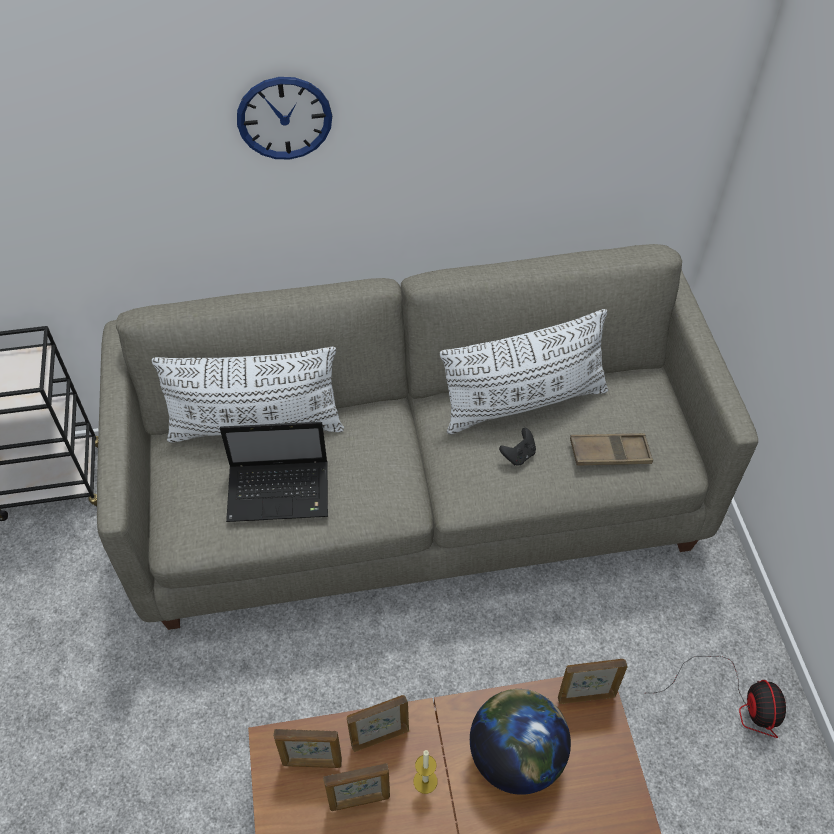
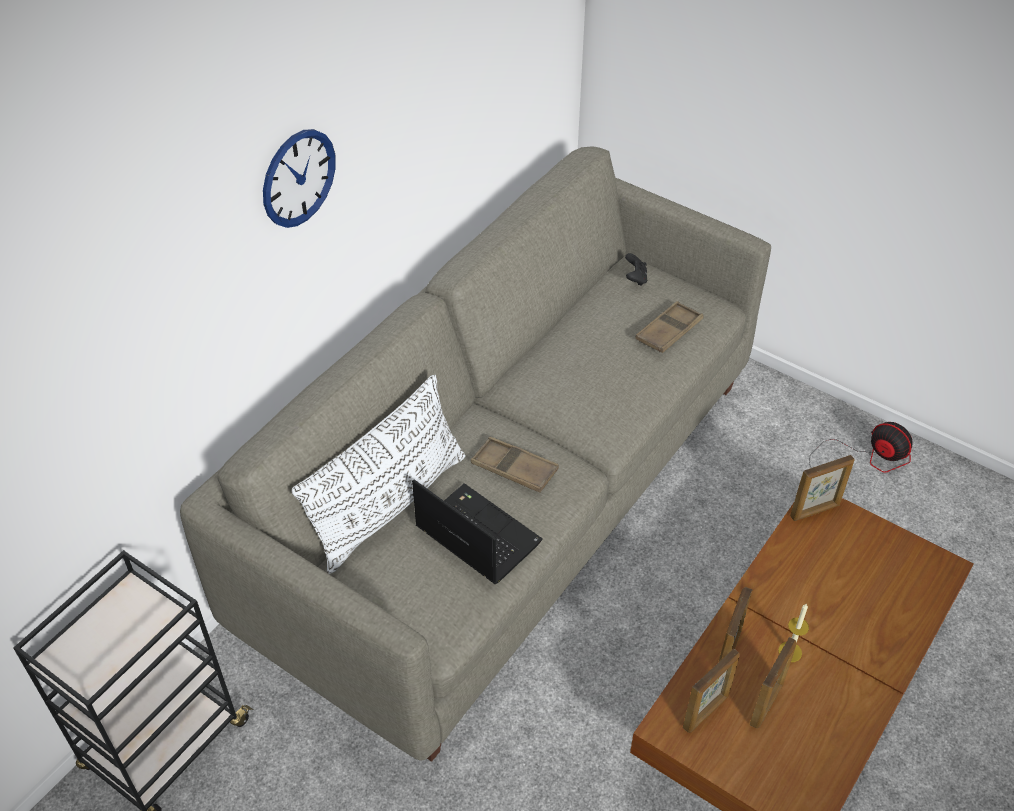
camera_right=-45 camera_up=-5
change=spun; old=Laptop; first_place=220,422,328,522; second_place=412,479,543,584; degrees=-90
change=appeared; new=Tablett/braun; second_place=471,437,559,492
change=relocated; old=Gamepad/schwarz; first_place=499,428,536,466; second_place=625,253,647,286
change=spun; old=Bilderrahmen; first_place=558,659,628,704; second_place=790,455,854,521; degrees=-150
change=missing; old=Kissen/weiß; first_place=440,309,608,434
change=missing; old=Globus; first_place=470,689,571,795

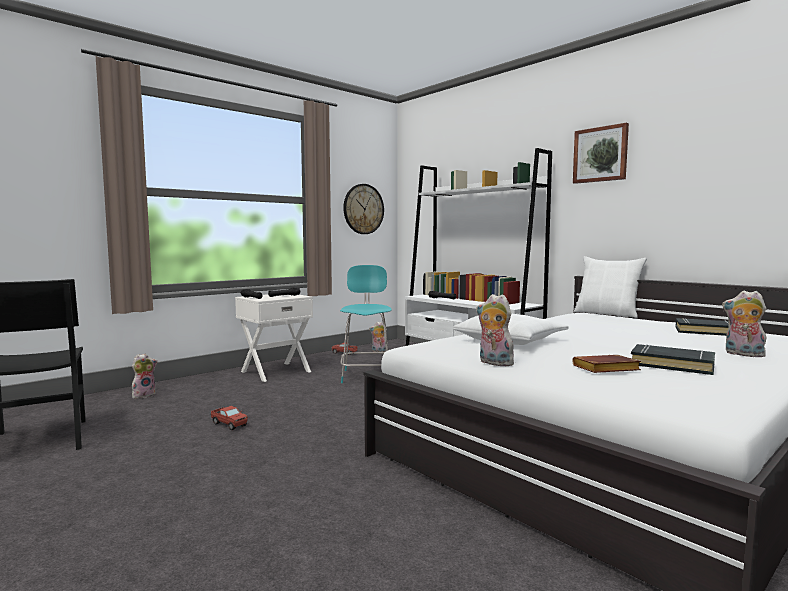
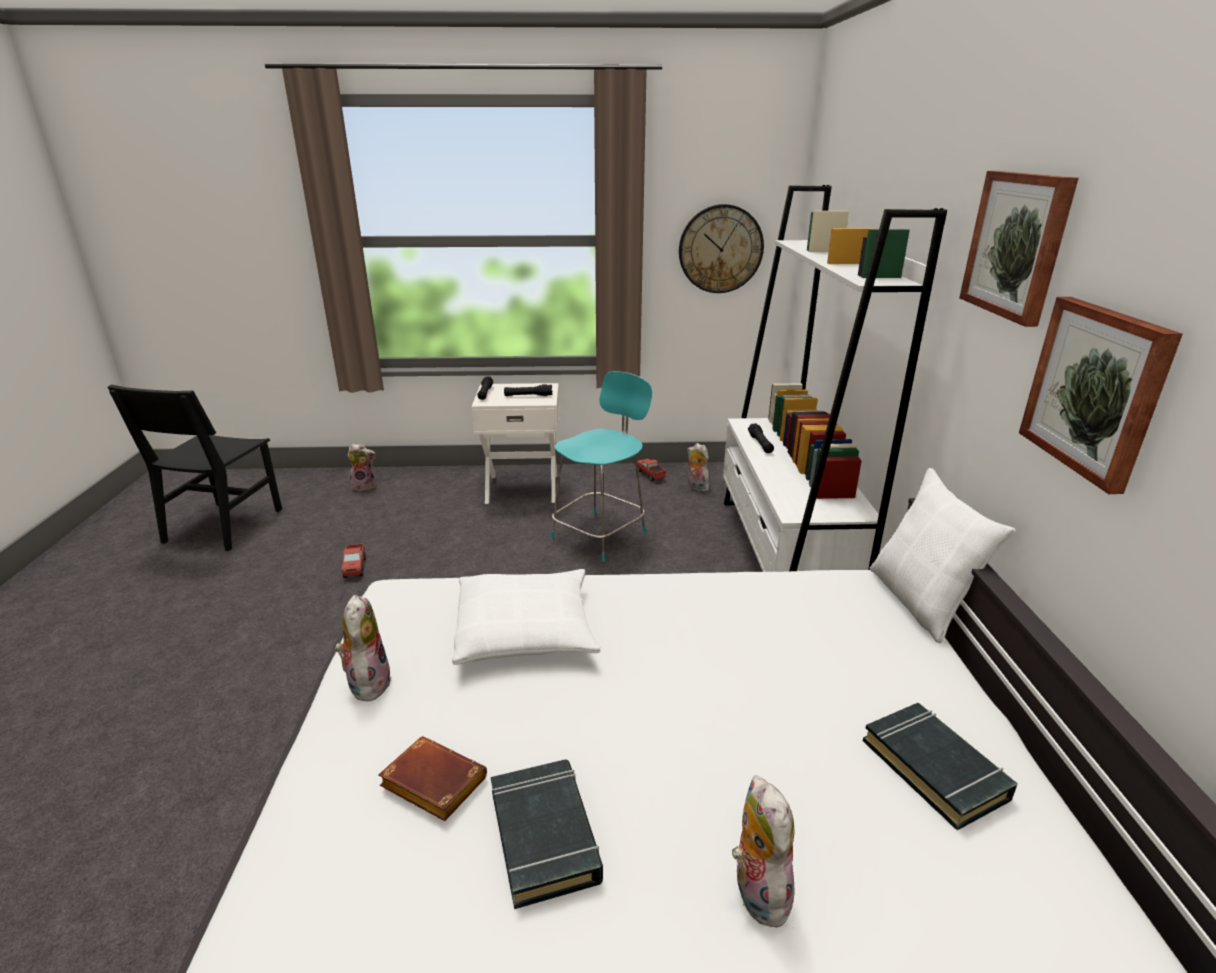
camera_right=40 camera_up=20
change=appeared; new=Bild; second_place=1019,297,1183,494

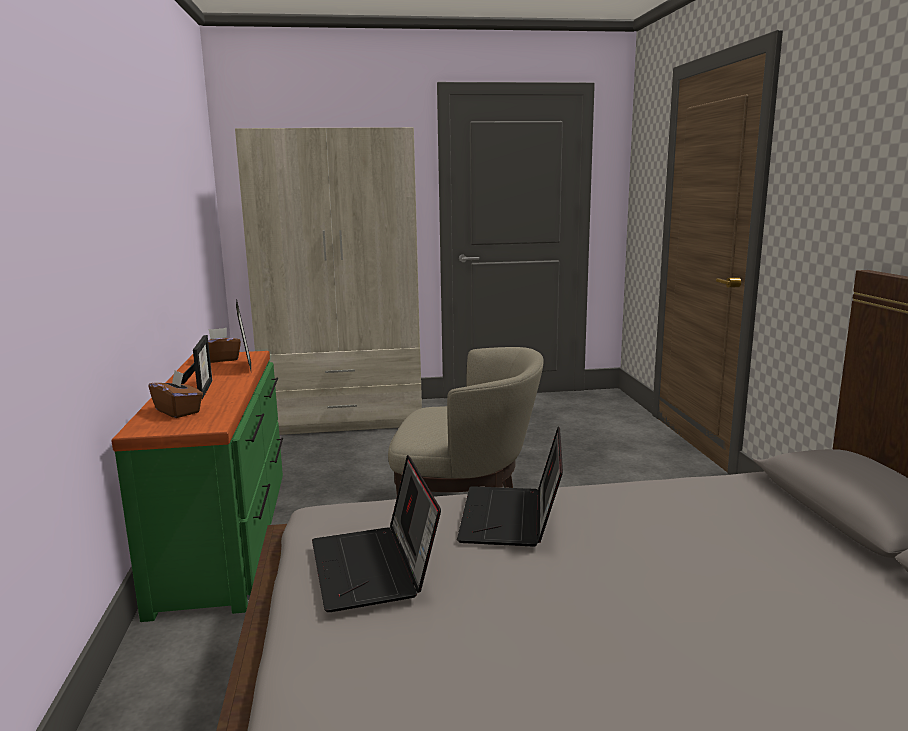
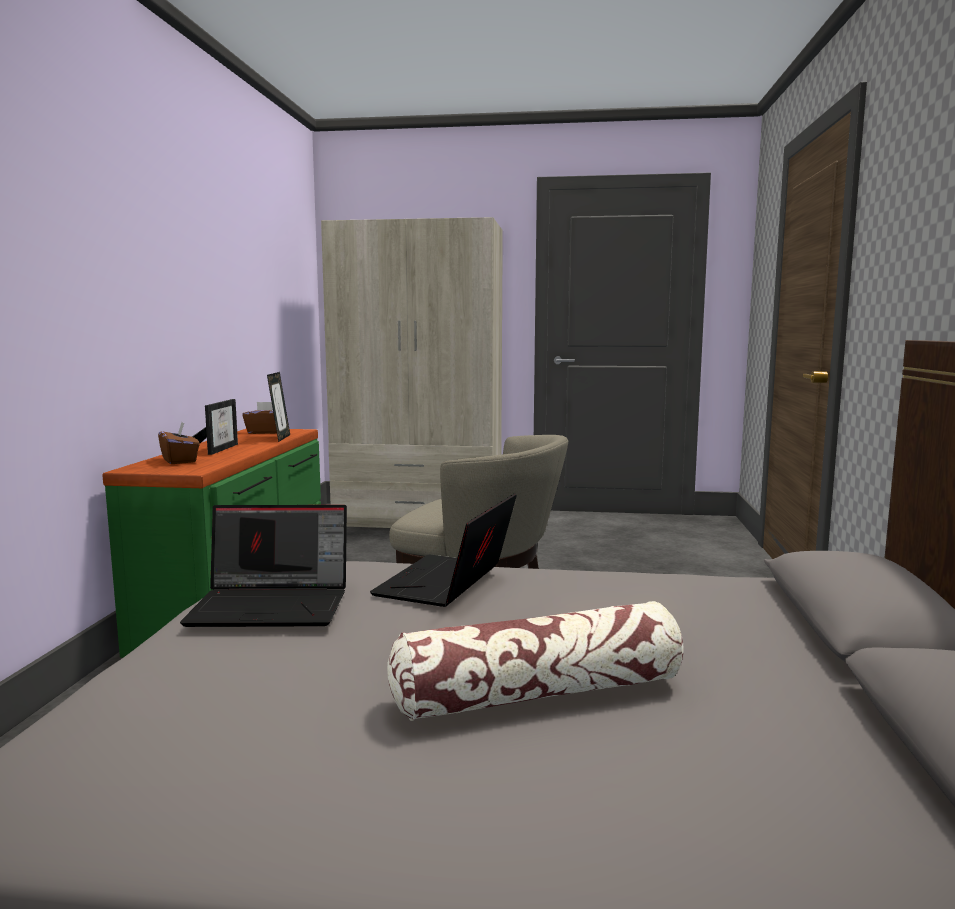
camera_right=15 camera_up=-5
change=spun; old=Laptop; first_place=312,455,441,612; second_place=180,505,347,627; degrees=-90
change=appeared; new=Kissen; second_place=387,601,684,721

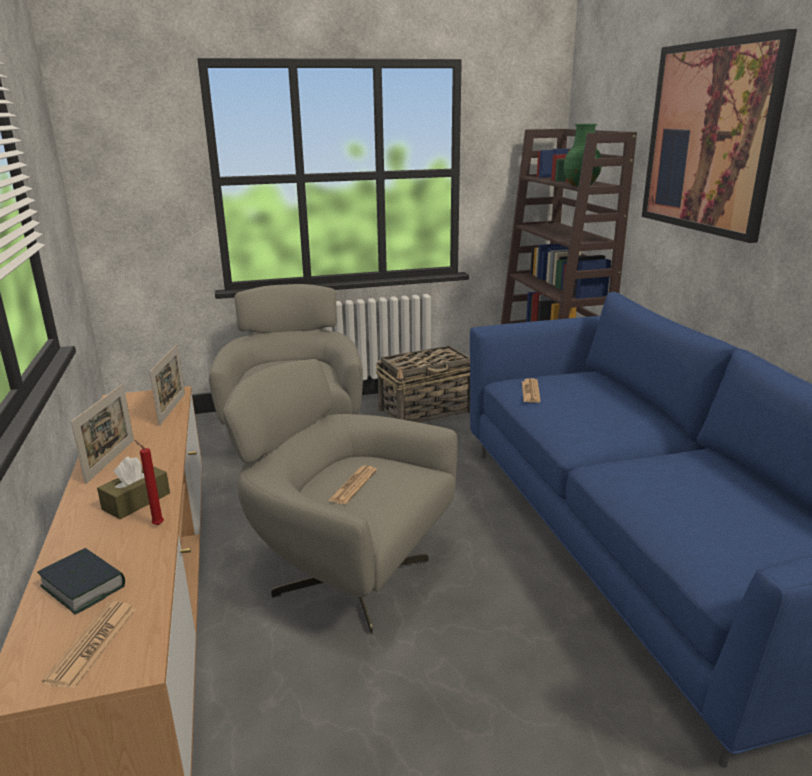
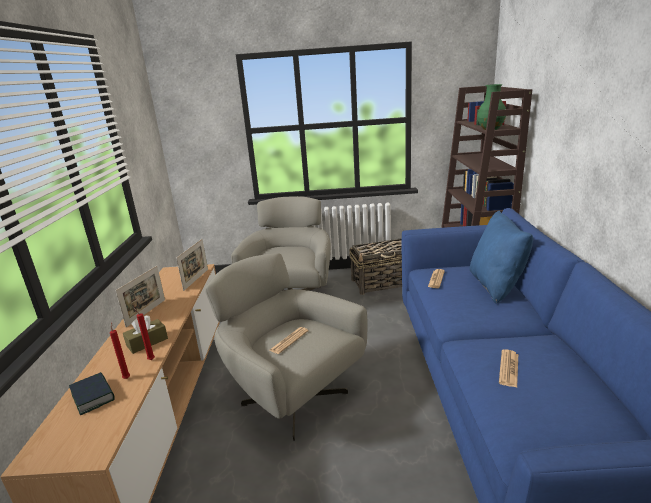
camera_right=15 camera_up=0
change=appeared; new=Kerze/rot; second_place=110,323,130,379
change=appeared; new=Kissen/blau; second_place=470,211,533,304
change=relocated; old=Zeitung; first_place=42,602,136,689; second_place=499,349,518,387
change=missing; old=Bild; first_place=642,29,797,243

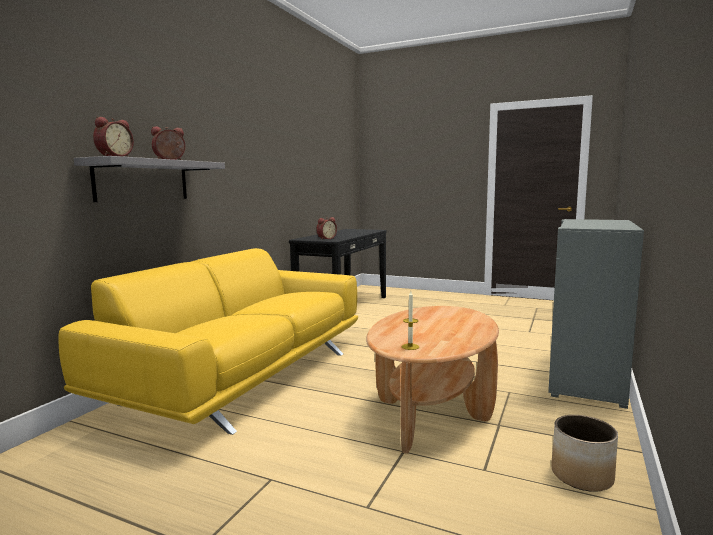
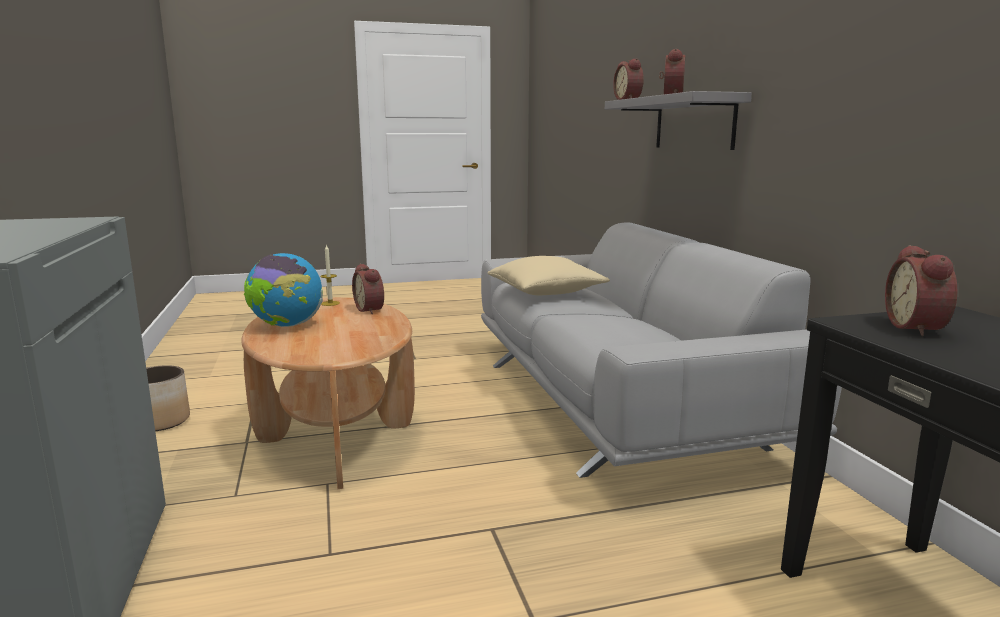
camera_right=140 camera_up=5
change=appeared; new=Globus; second_place=244,253,323,327
change=appeared; new=Wecker; second_place=352,263,384,314
change=colour; old=Sofa/gelb; new=Sofa/grau; first_place=59,248,358,435; second_place=481,222,842,478
change=appeared; new=Kissen/beige; second_place=488,256,610,295

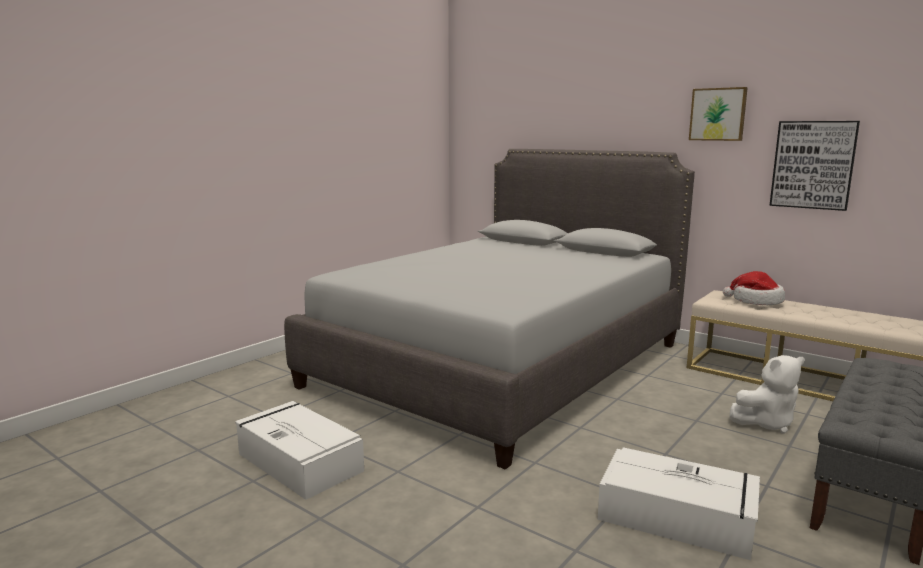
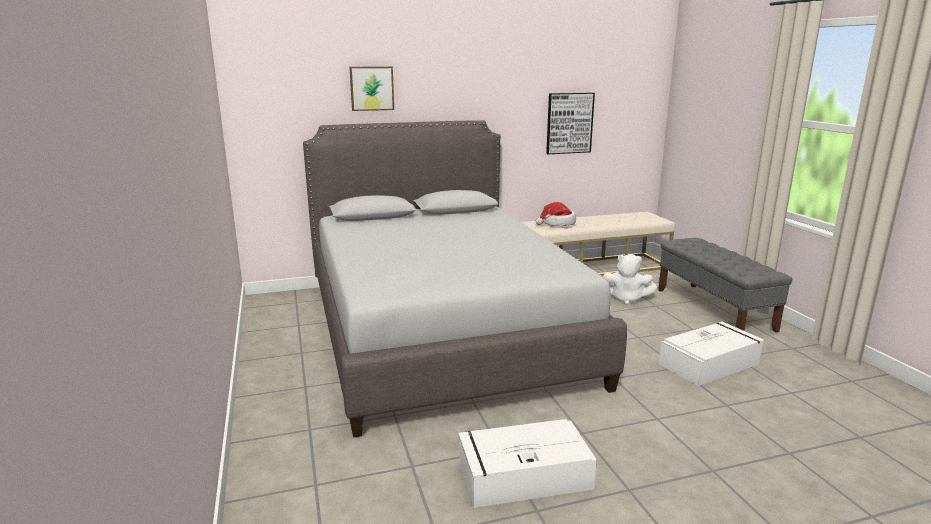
camera_right=-55 camera_up=5
change=relocated; old=Bild; first_place=689,87,748,141; second_place=349,66,394,111
change=spun; old=Plüschtier/weiß; first_place=729,355,804,434; second_place=603,254,657,305; degrees=90

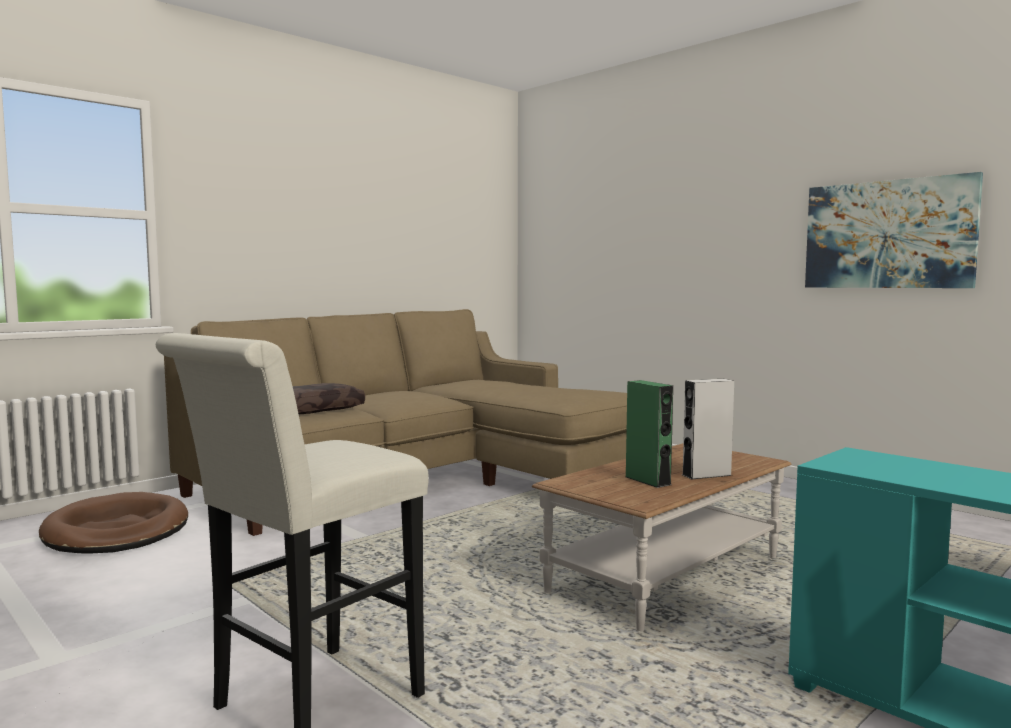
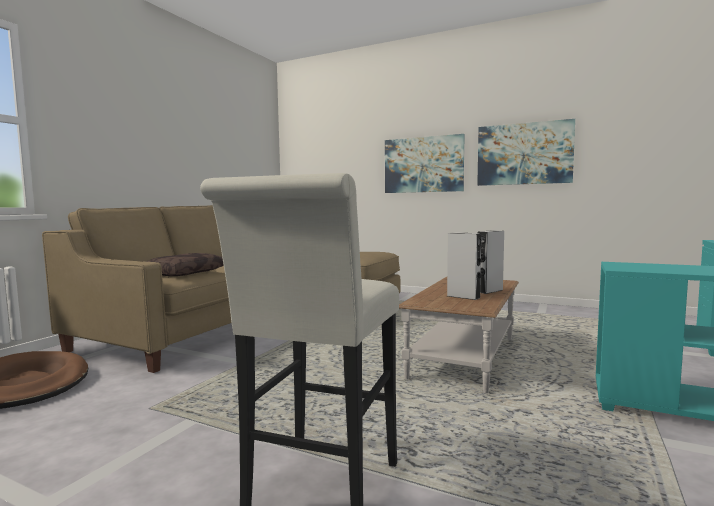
camera_right=-20 camera_up=0
change=appeared; new=Bild; second_place=385,134,465,193
change=colour; old=Lautsprecher/grün; new=Lautsprecher/grau; first_place=626,380,673,488; second_place=447,232,481,300

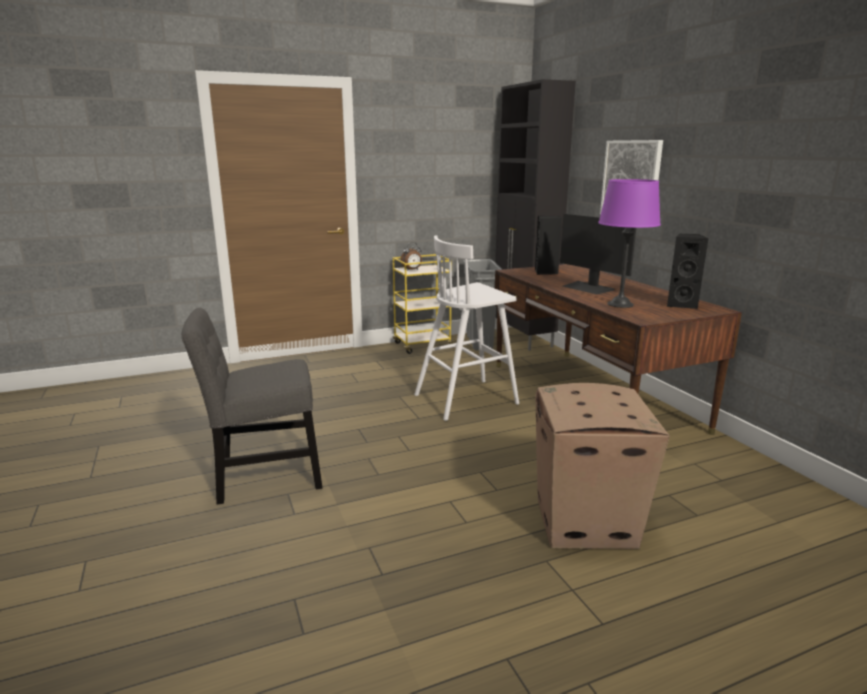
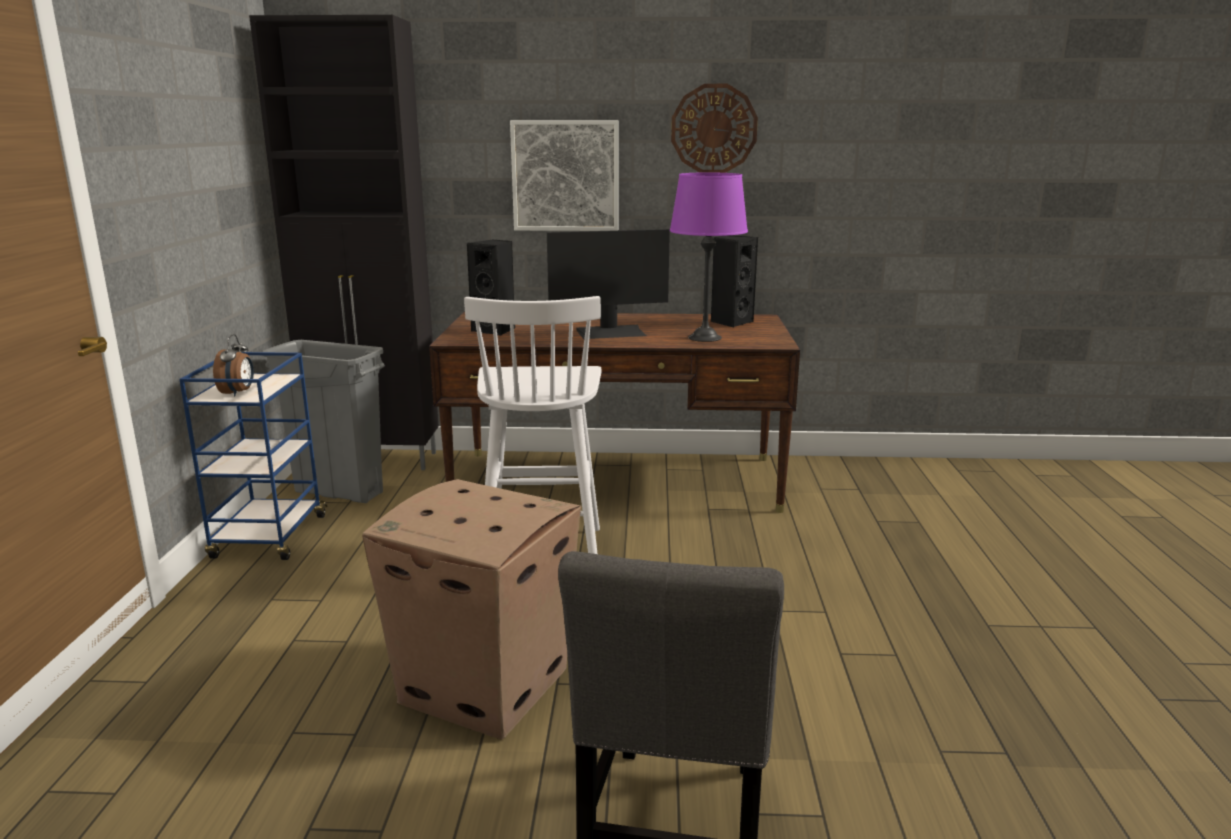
camera_right=-65 camera_up=0
change=colour; old=Rollwagen/gelb; new=Rollwagen/blau; first_place=393,254,457,354; second_place=179,352,327,560
change=relocated; old=Karton; first_place=536,383,670,549; second_place=362,479,581,740
change=appeared; new=Wanduhr; second_place=671,84,758,173

